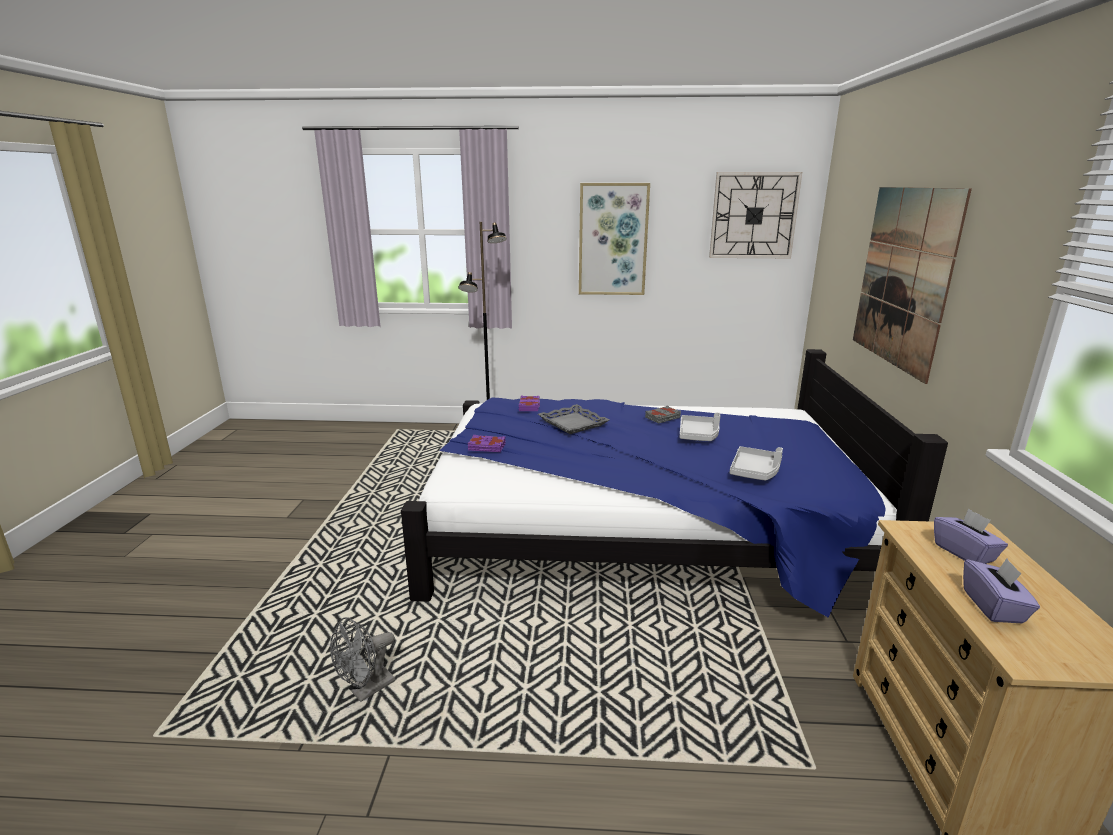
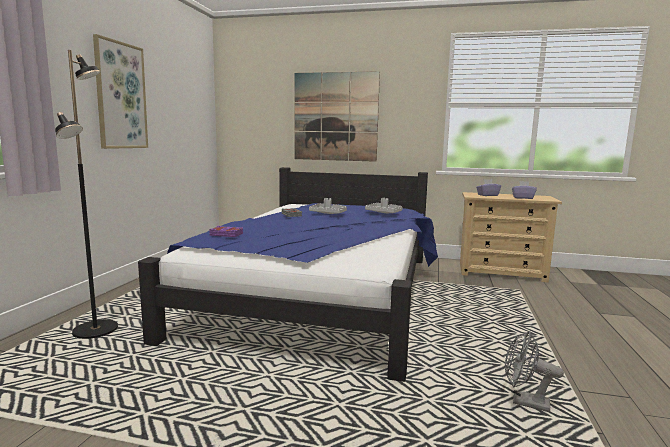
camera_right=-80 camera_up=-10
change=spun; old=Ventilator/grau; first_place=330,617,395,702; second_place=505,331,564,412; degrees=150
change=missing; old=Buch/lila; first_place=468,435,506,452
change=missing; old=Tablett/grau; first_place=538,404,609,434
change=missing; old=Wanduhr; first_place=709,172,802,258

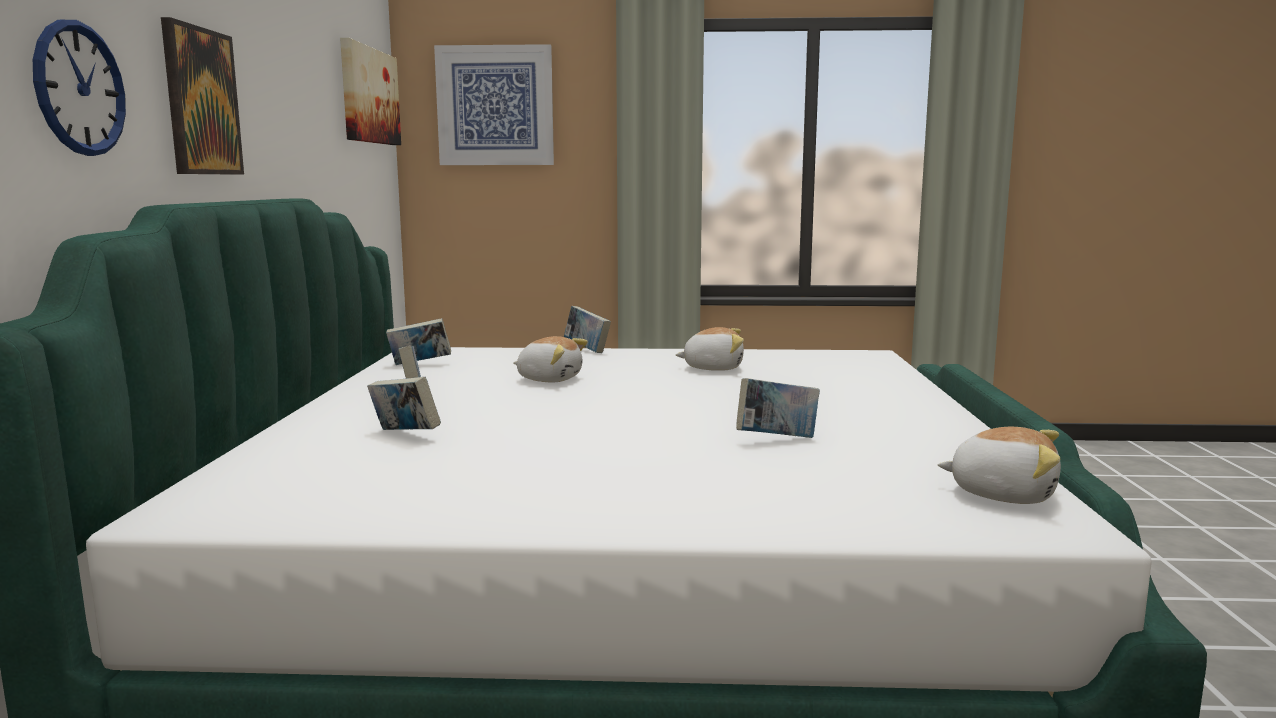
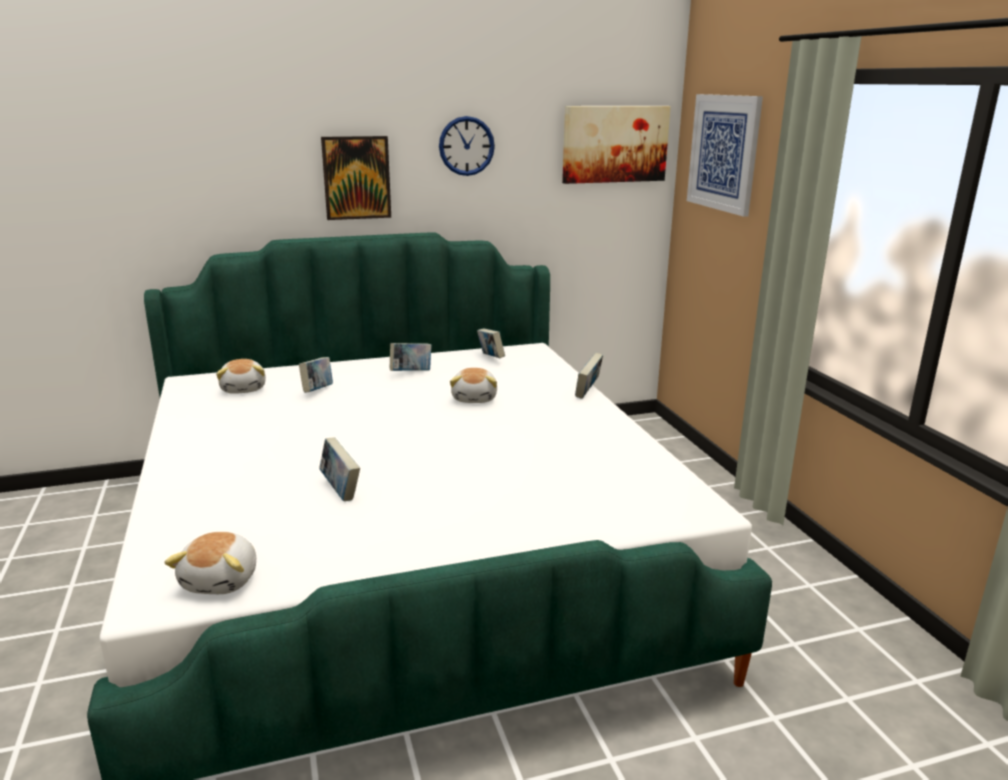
camera_right=70 camera_up=10
change=relocated; old=Plüschtier; first_place=675,327,744,371; second_place=216,359,266,394
change=relocated; old=Wanduhr; first_place=33,20,126,156; second_place=439,116,495,176

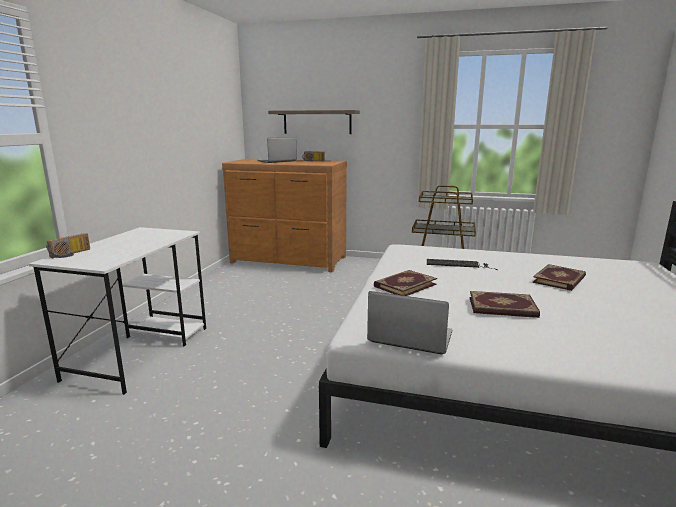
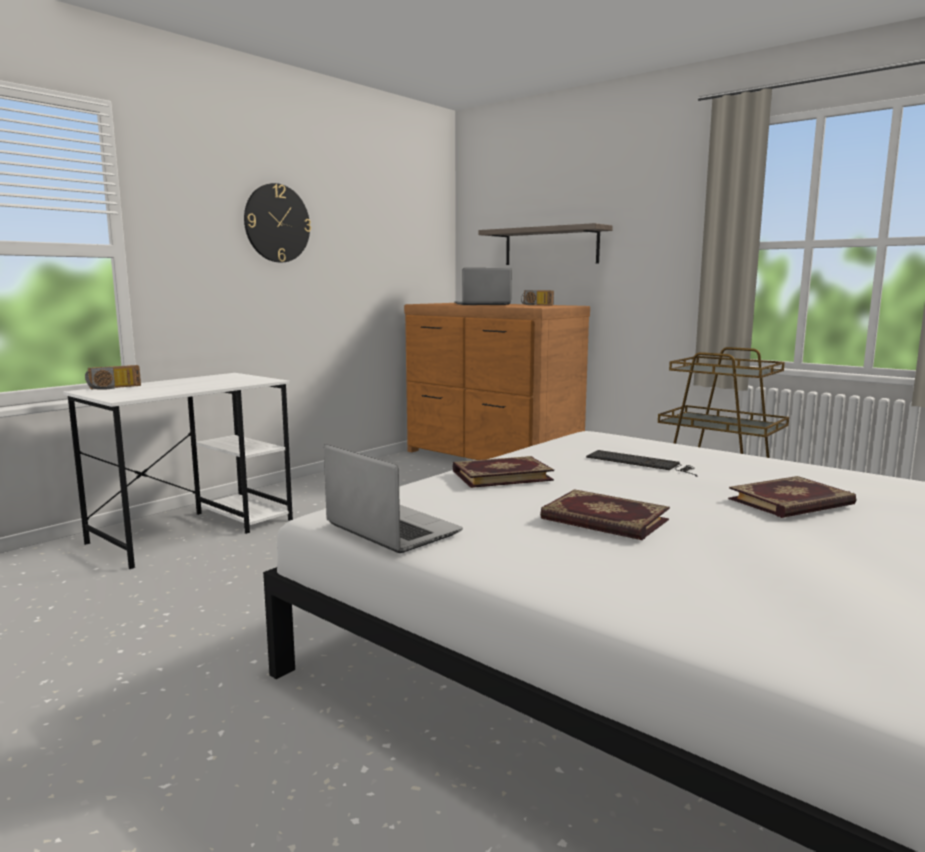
camera_right=25 camera_up=-5
change=appeared; new=Wanduhr; second_place=244,183,311,262

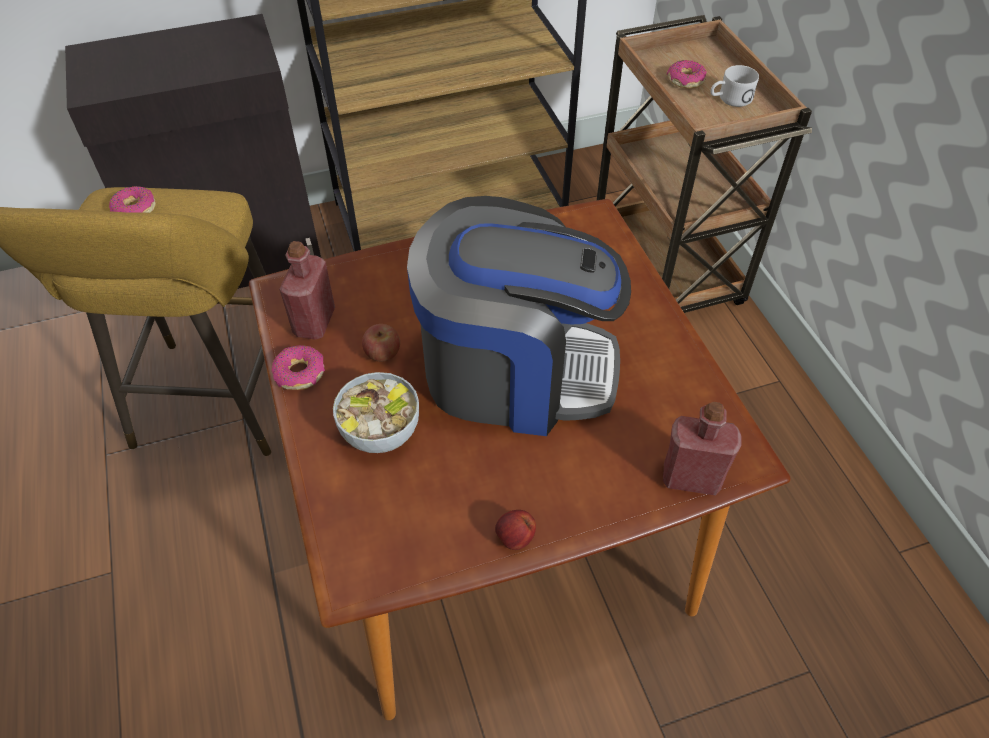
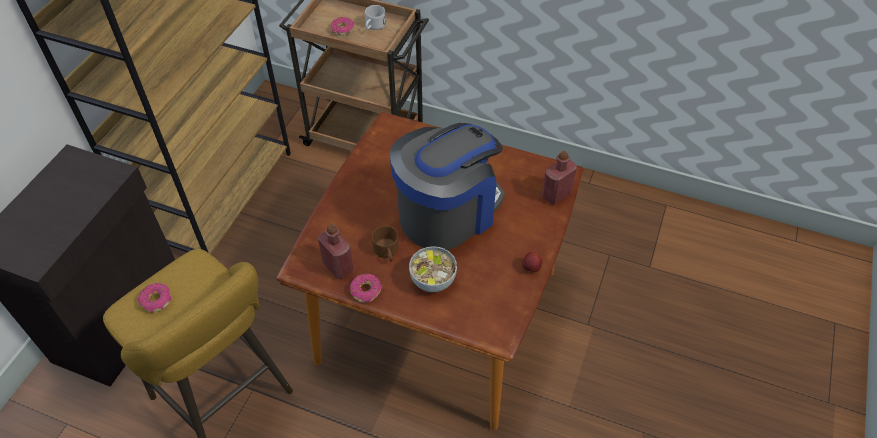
camera_right=-50 camera_up=0
change=exchanged; old=Apfel; new=Henkelbecher/braun; first_place=362,324,400,362; second_place=372,226,399,262

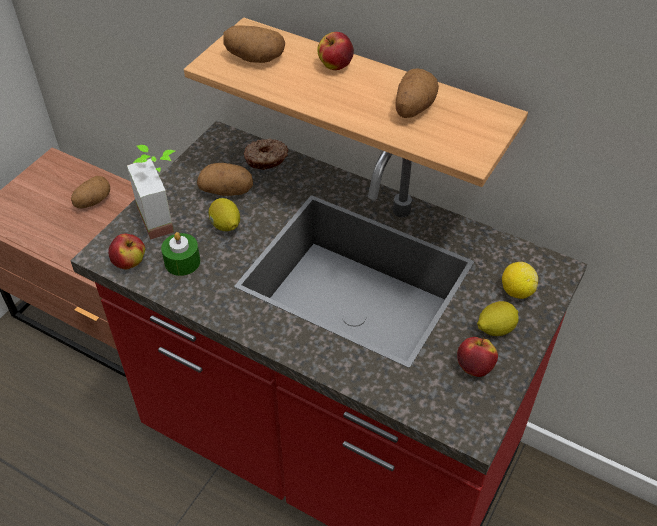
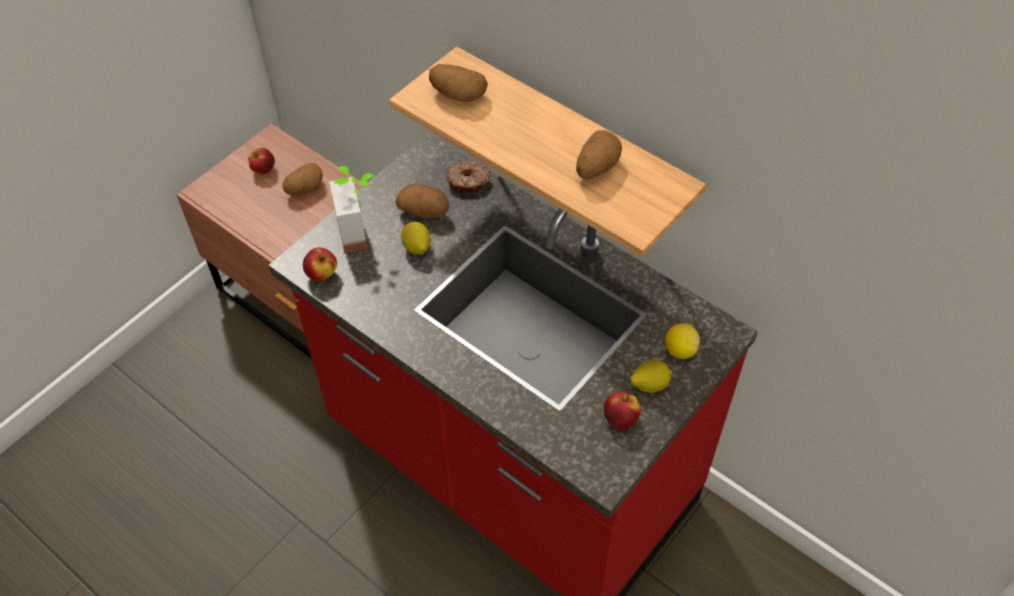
camera_right=10 camera_up=5
change=relocated; old=Apfel; first_place=317,32,354,70; second_place=248,148,275,174
change=missing; old=Kerze/grün; first_place=161,232,200,276

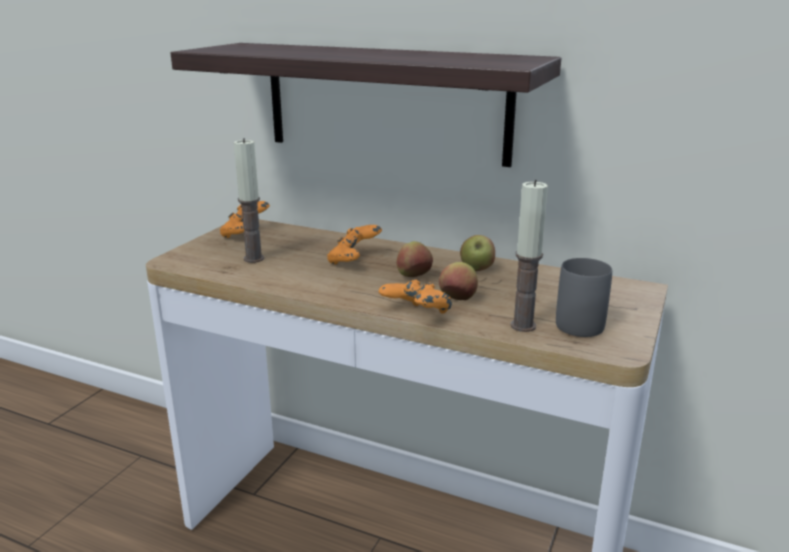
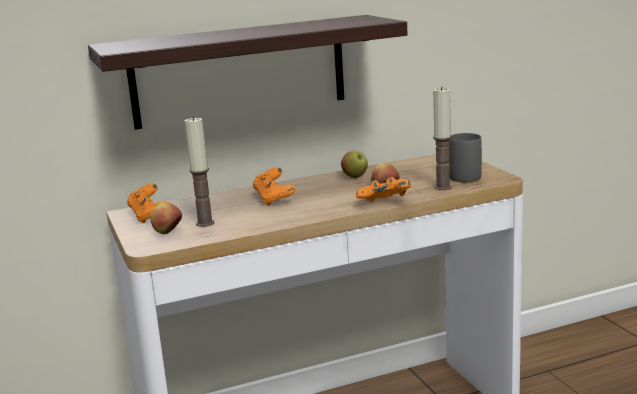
camera_right=-45 camera_up=-5
change=relocated; old=Apfel; first_place=397,241,433,277; second_place=150,202,182,234

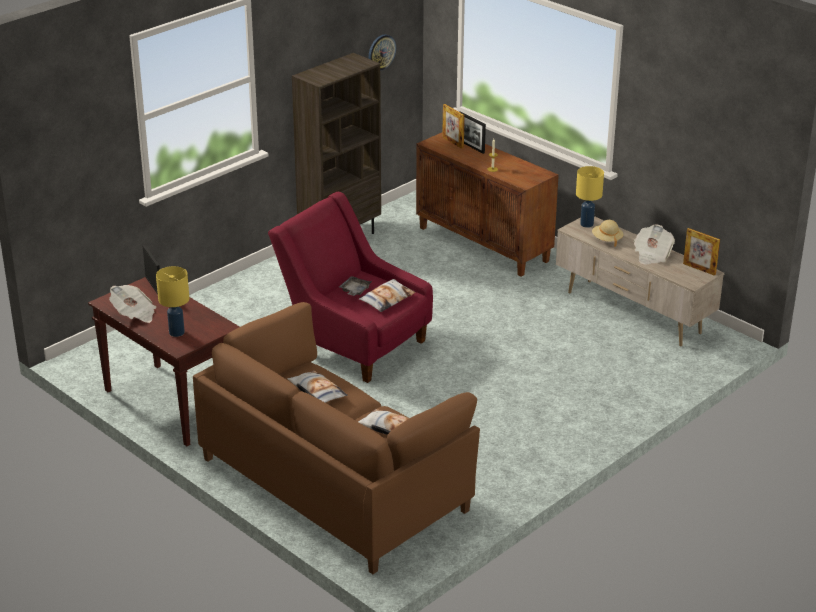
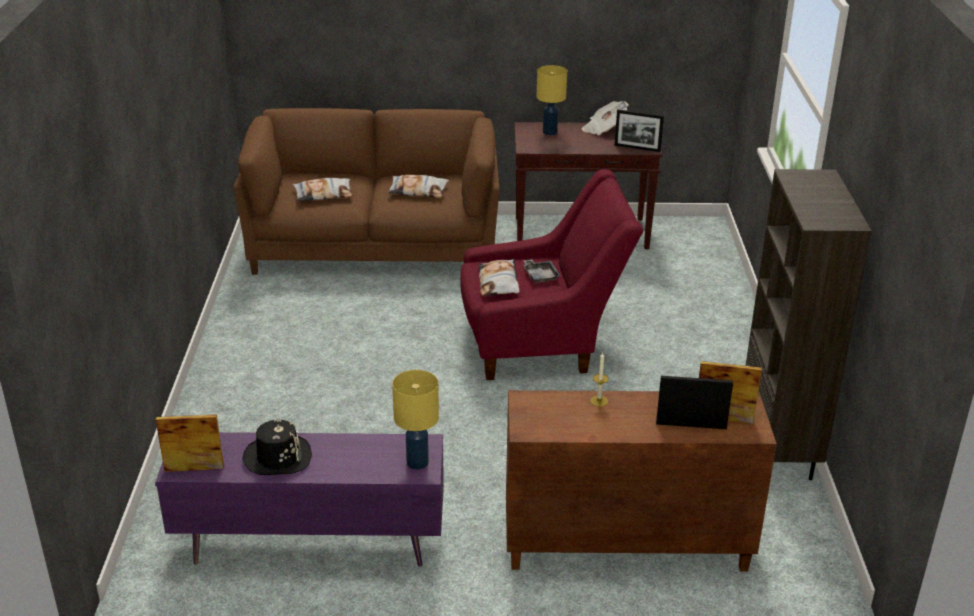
camera_right=135 camera_up=0
change=colour; old=Fernsehschrank/beige; new=Fernsehschrank/lila; first_place=556,216,725,347; second_place=155,432,444,567
change=exchanged; old=Zeitung; new=Hut/schwarz; first_place=634,224,675,264; second_place=242,418,312,475
change=missing; old=Wanduhr; first_place=369,34,396,70
change=missing; old=Hut/beige; first_place=592,220,624,247

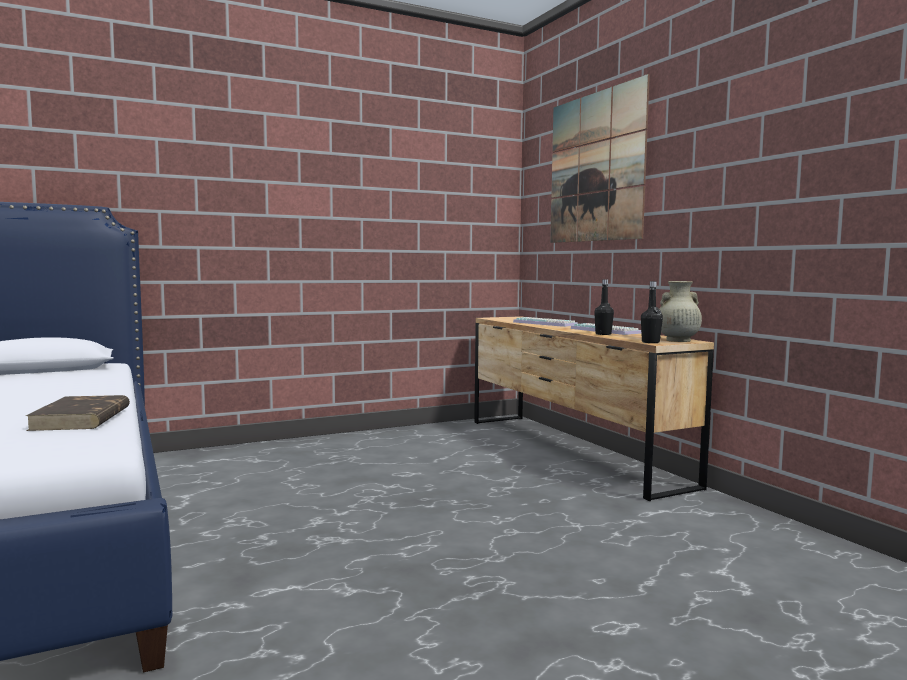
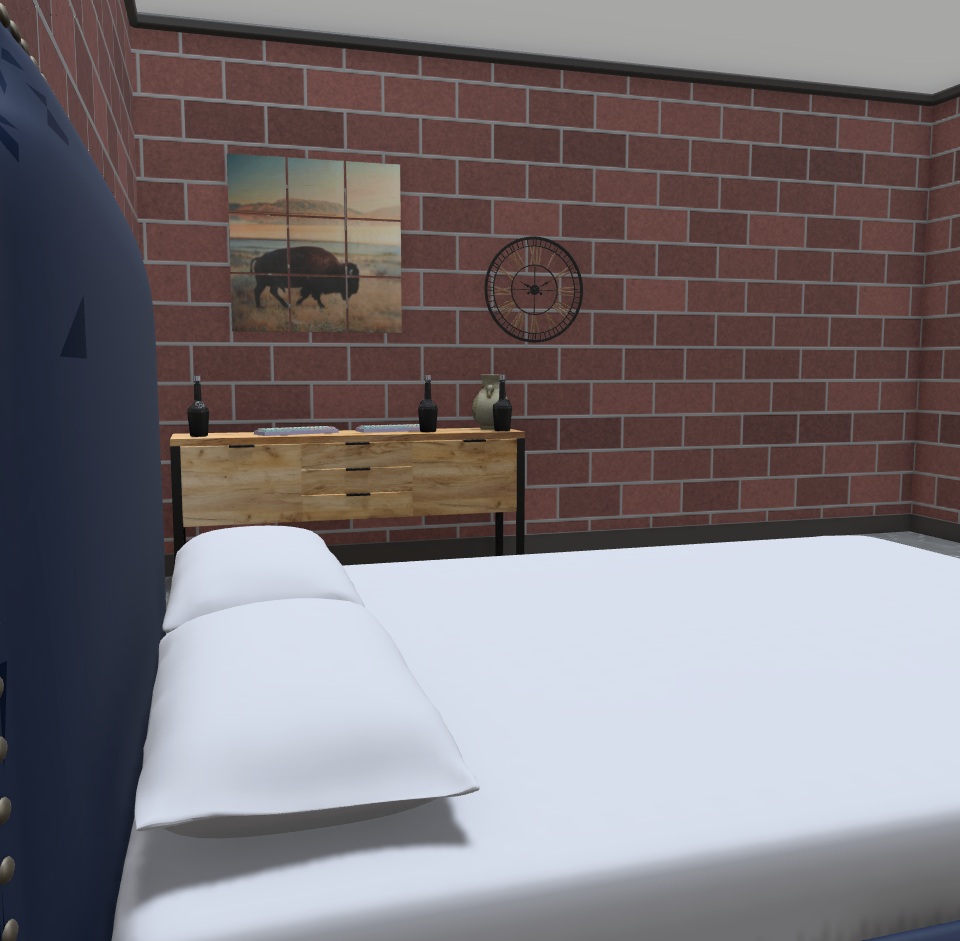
camera_right=-80 camera_up=0
change=appeared; new=Flasche/schwarz; second_place=187,375,209,437
change=appeared; new=Wanduhr; second_place=484,236,583,342
change=missing; old=Buch/braun; first_place=26,395,130,431

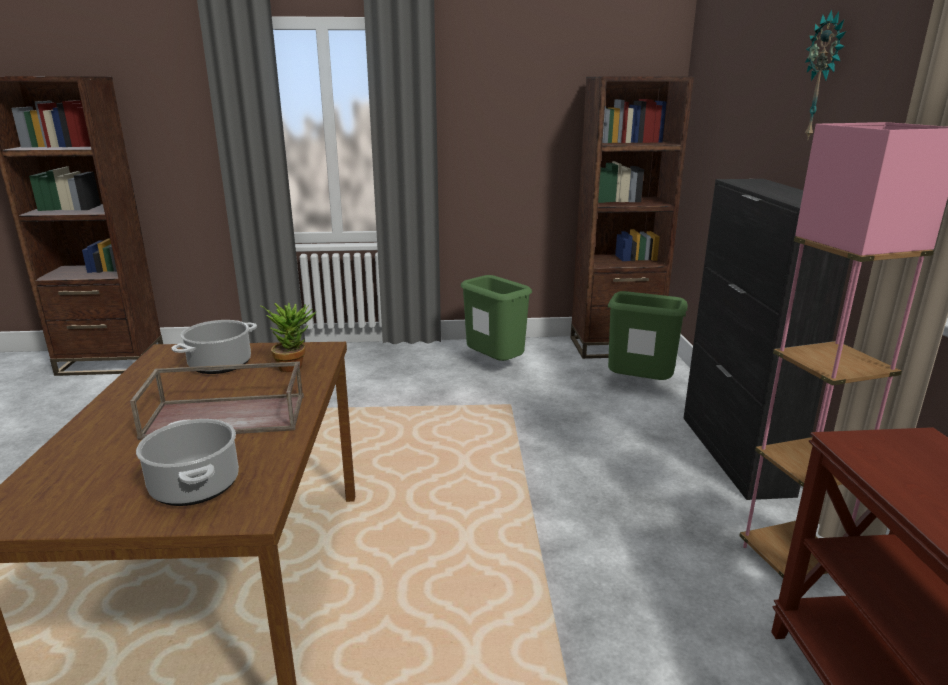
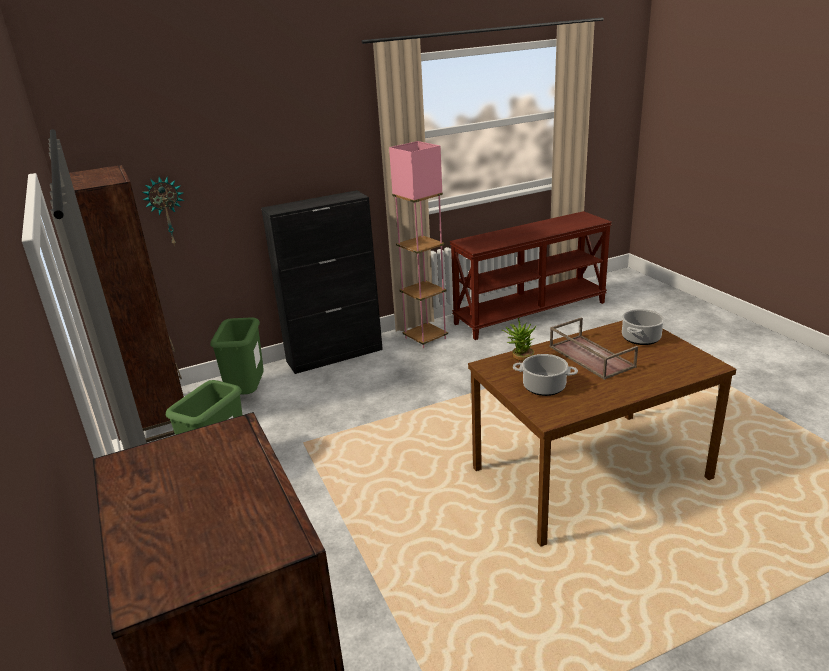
camera_right=-110 camera_up=5
change=relocated; old=Wanduhr; first_place=805,10,846,140; second_place=143,177,184,247

